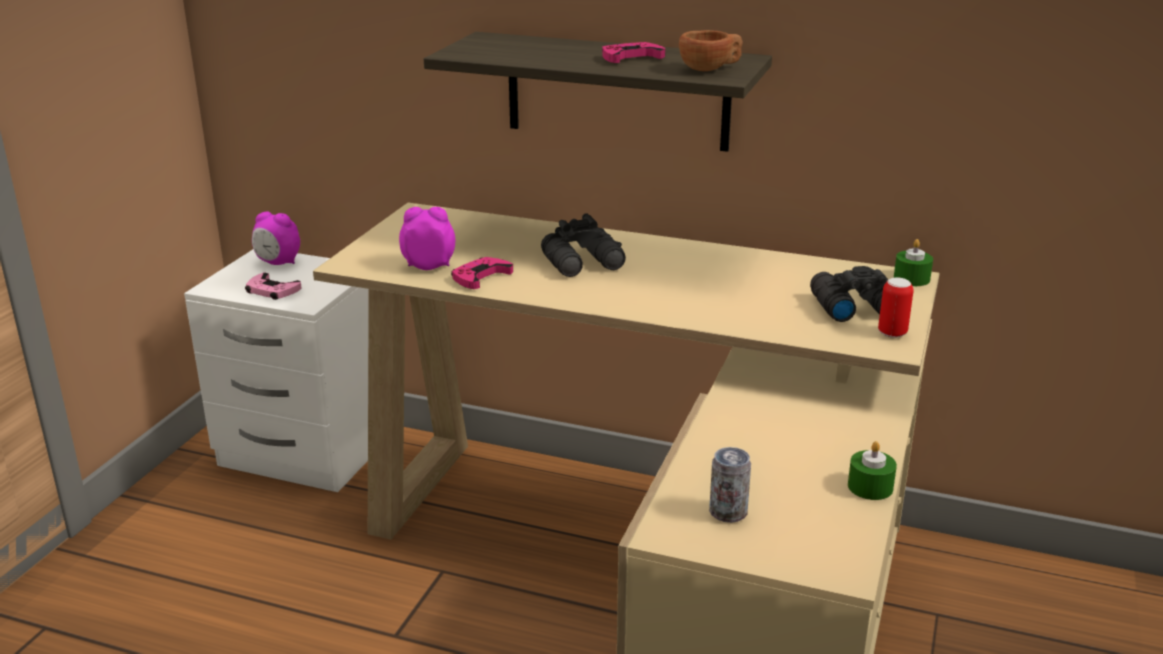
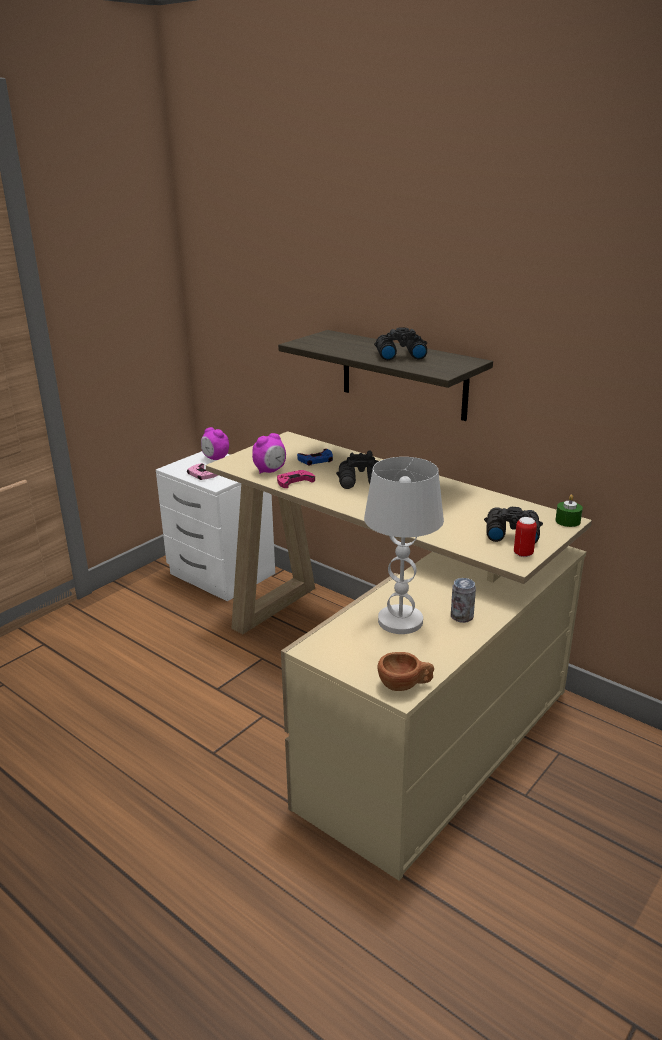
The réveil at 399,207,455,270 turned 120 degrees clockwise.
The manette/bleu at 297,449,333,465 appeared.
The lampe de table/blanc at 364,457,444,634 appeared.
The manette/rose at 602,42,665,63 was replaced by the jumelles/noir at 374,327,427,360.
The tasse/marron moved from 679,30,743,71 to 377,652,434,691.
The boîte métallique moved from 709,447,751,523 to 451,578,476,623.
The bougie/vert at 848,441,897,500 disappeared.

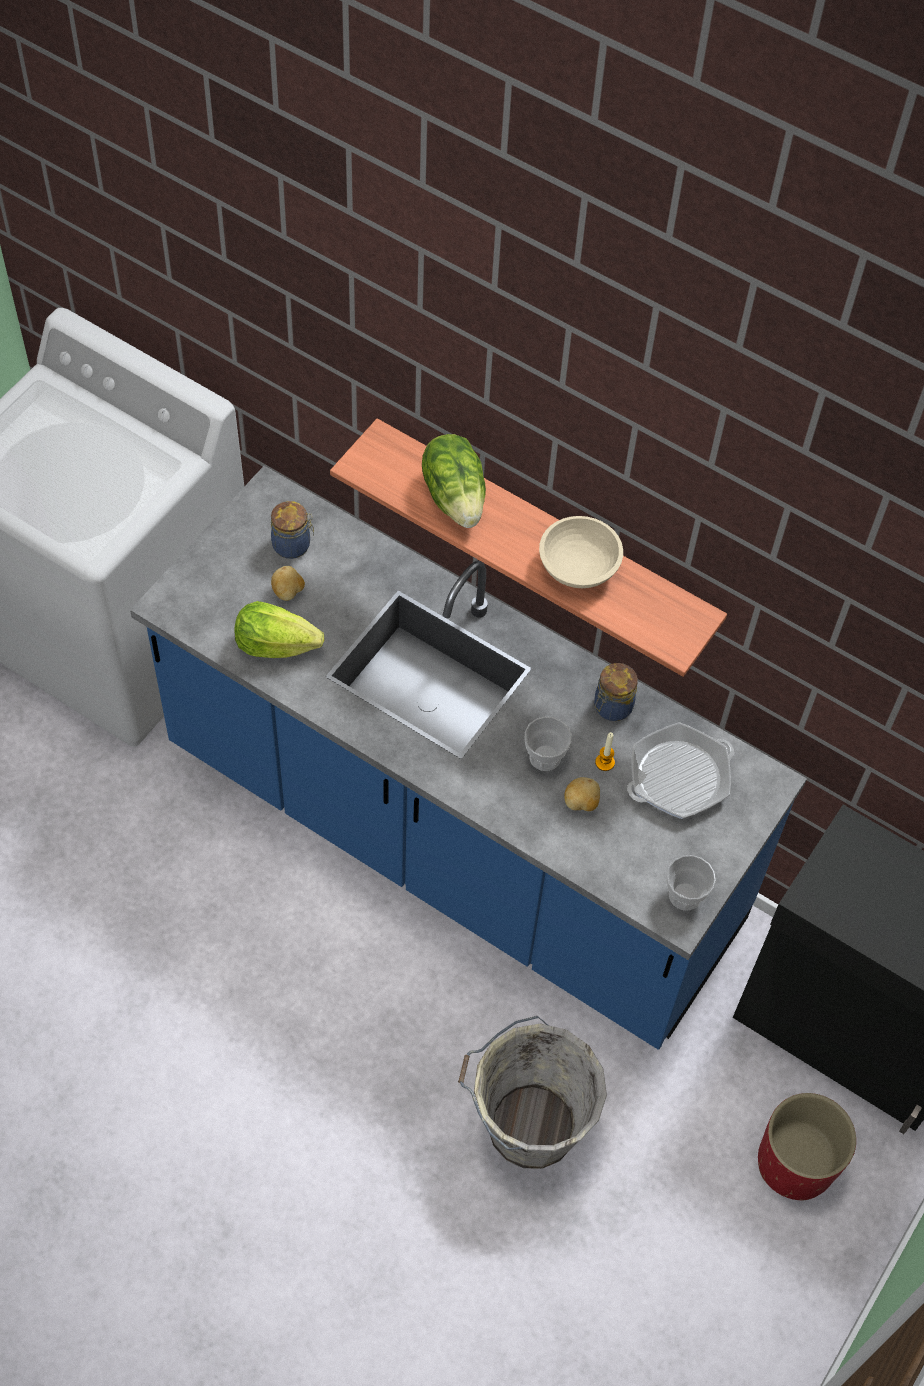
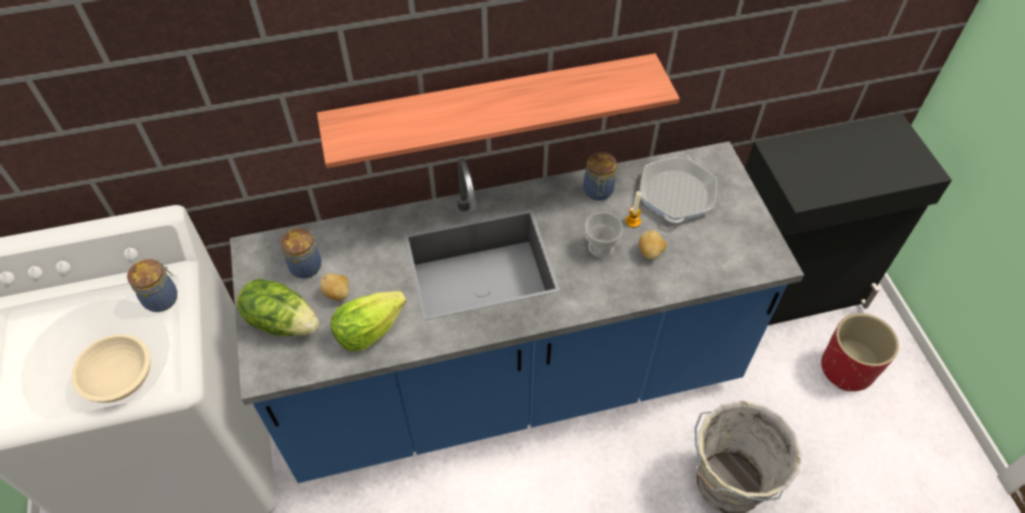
The bol/beige moved from 539,516,623,588 to 71,334,151,403.
The bocal at 127,259,177,312 appeared.
The laitue moved from 422,434,486,528 to 236,278,319,336.
The tasse at 666,855,716,911 disappeared.

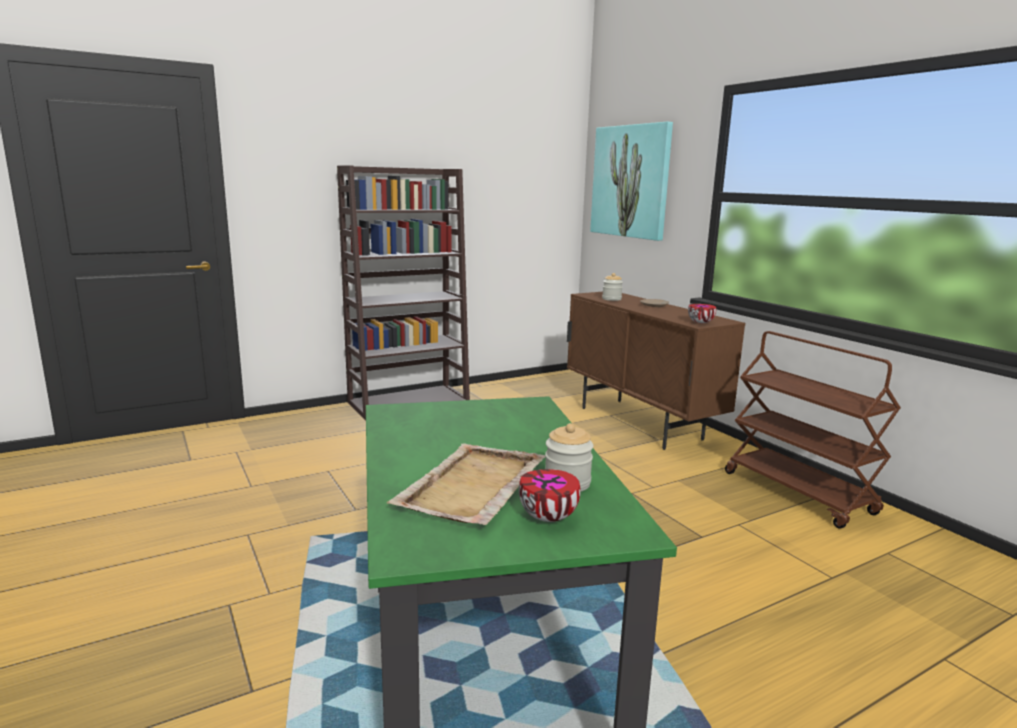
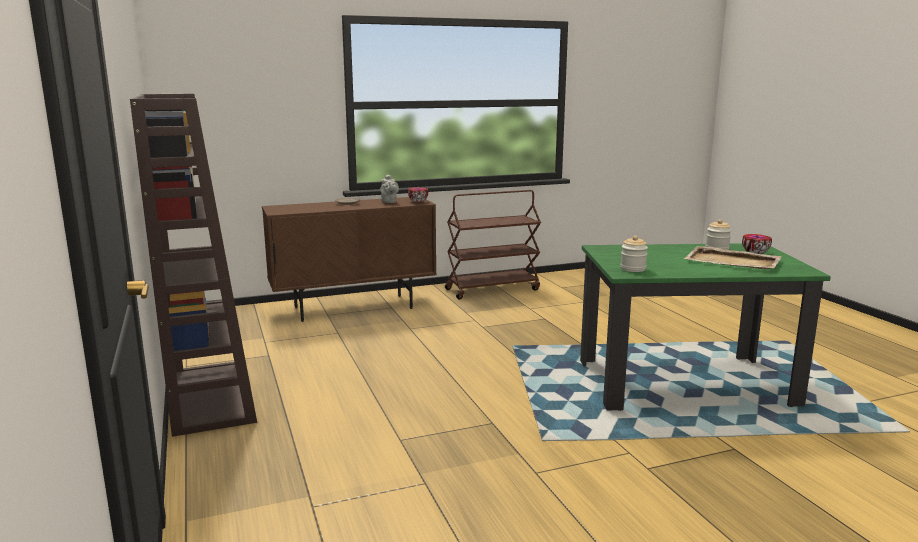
The théière/gris at 380,174,399,203 appeared.
The bocal moved from 602,273,623,301 to 620,236,648,272.
The tableau at 590,122,673,241 disappeared.

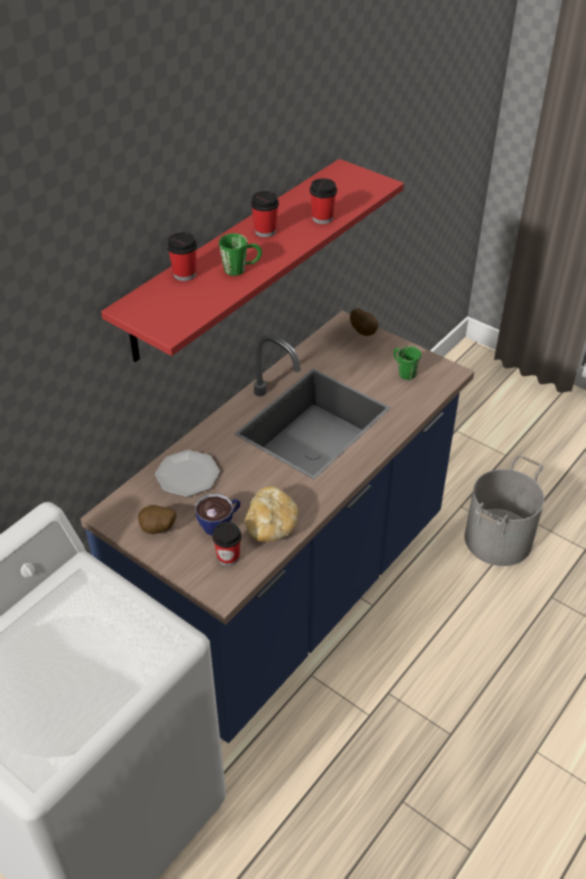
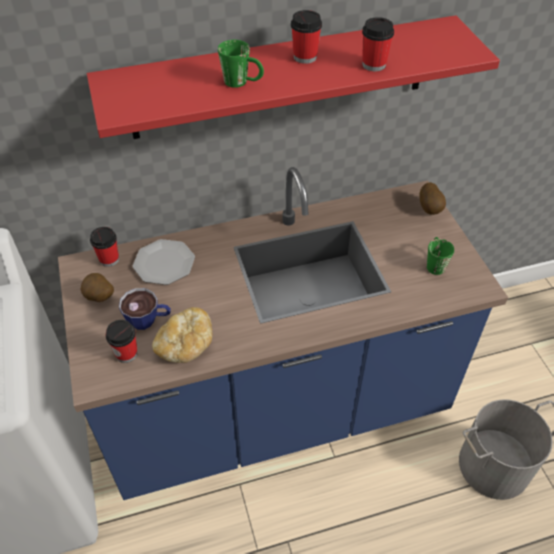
The tasse moved from 167,232,197,281 to 90,227,119,267.

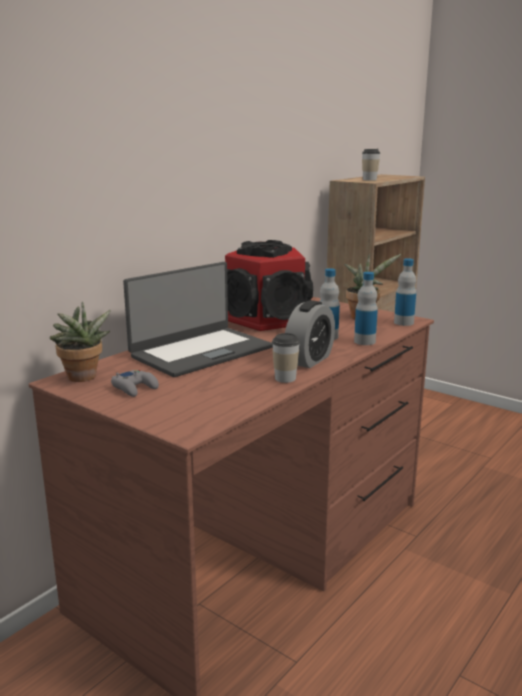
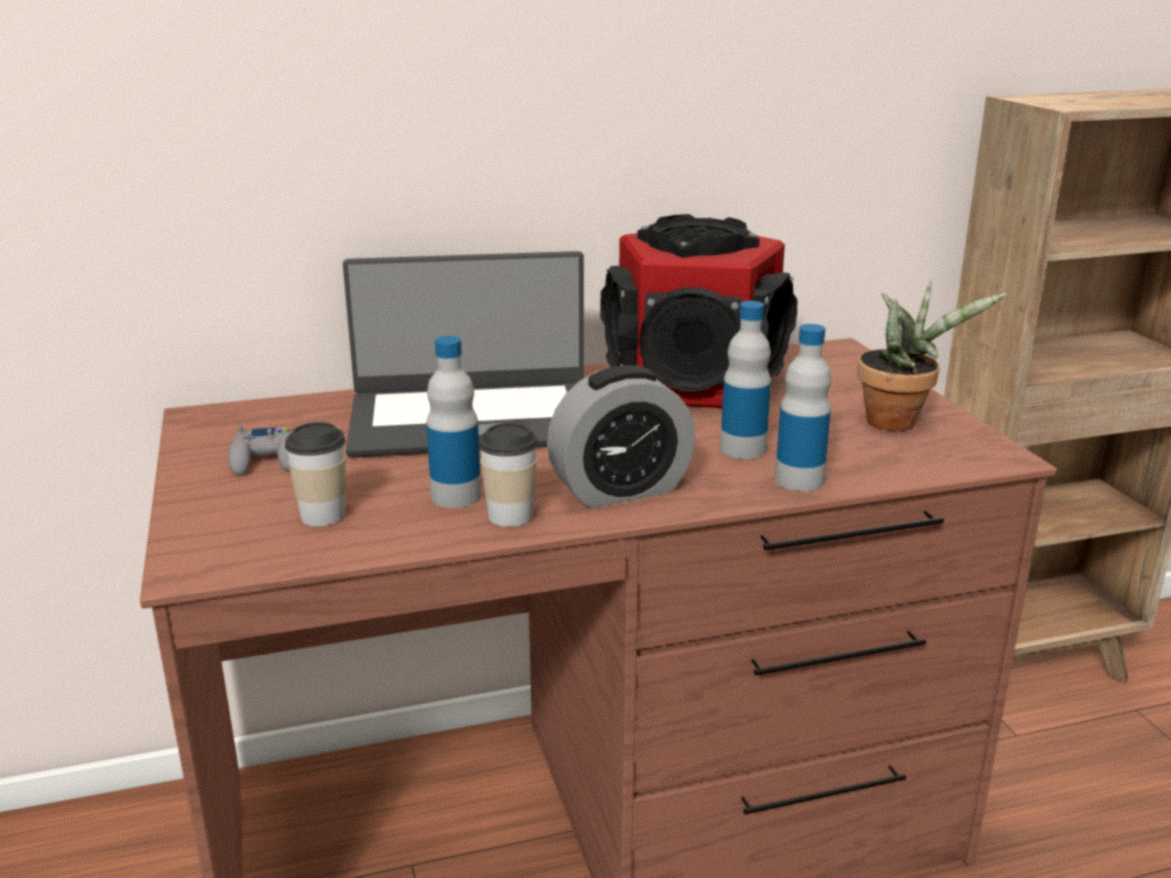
The tasse moved from 362,149,380,181 to 285,422,346,526.
The bouteille moved from 394,258,416,326 to 426,336,481,508.
The plante en pot at 49,301,111,382 disappeared.

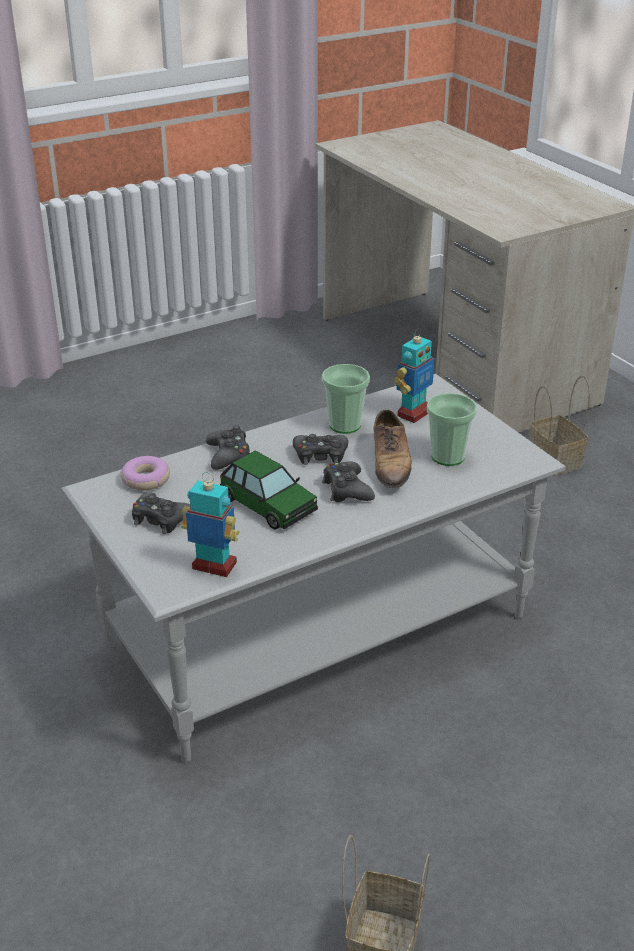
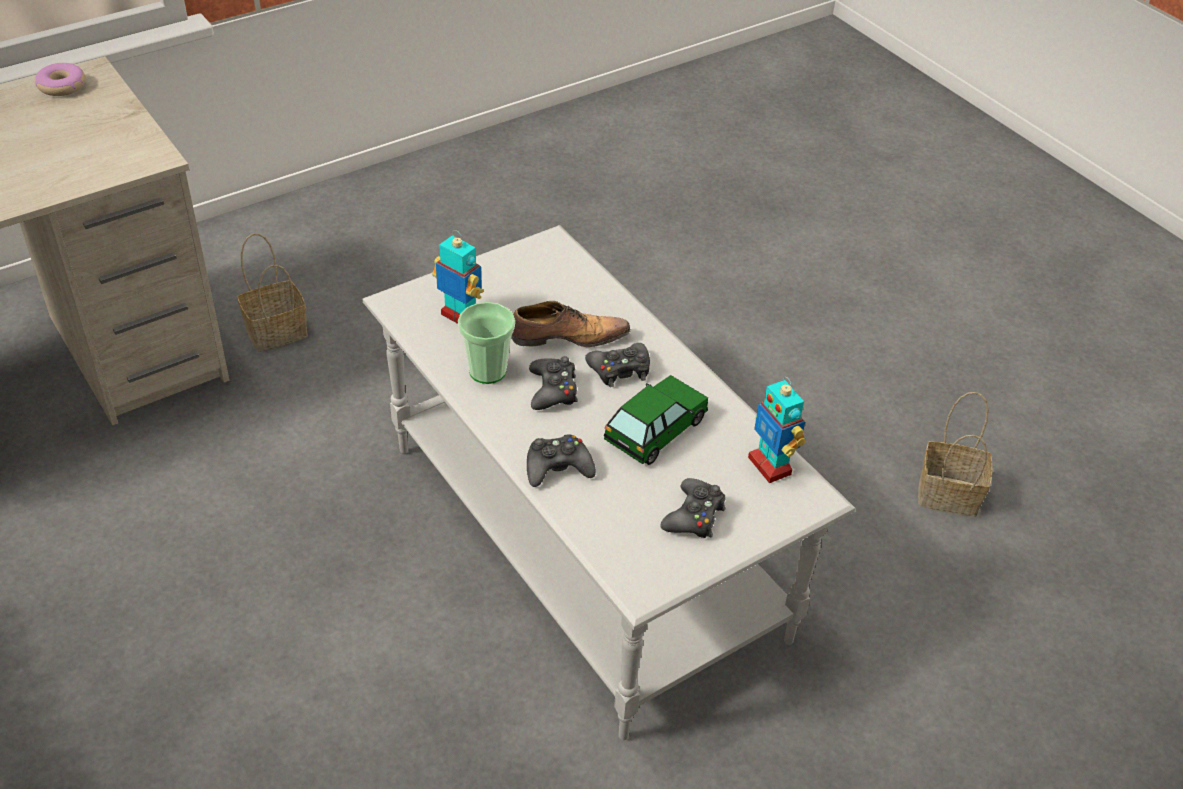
The beignet moved from 121,456,170,491 to 35,63,85,96.
The robot jouet at 181,472,239,577 turned 45 degrees counterclockwise.
The tasse at 427,393,477,466 disappeared.

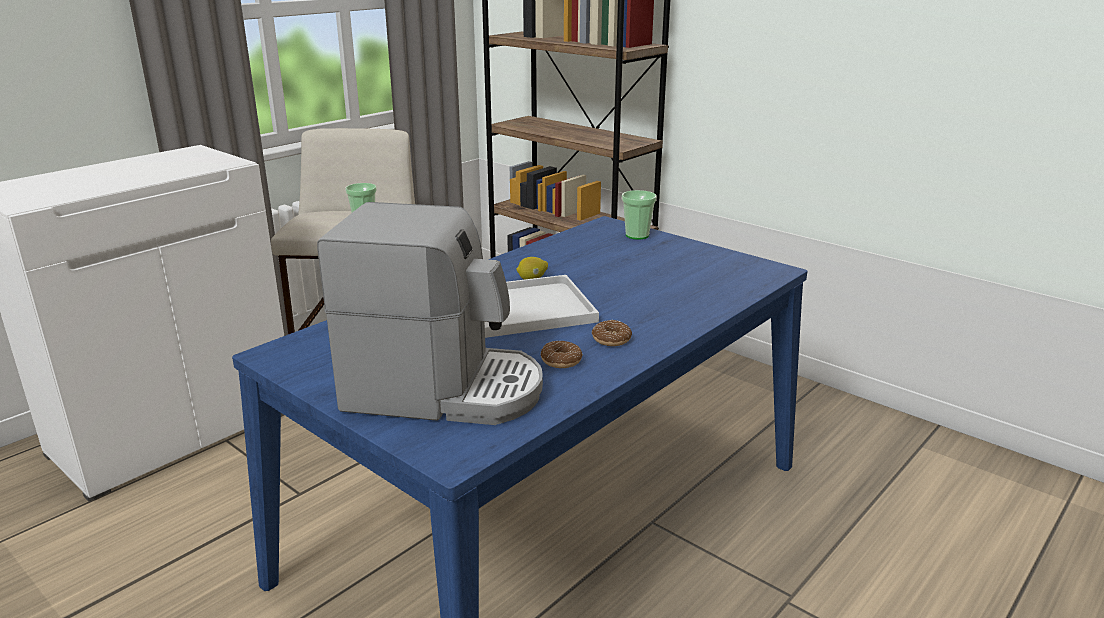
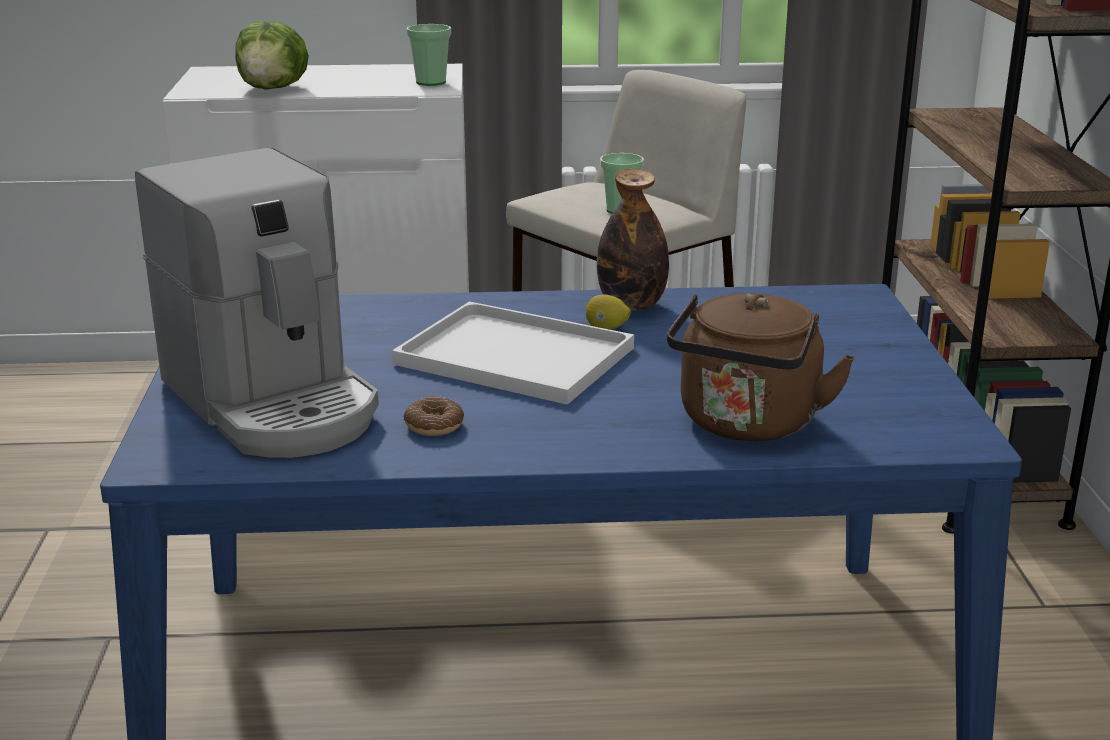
The laitue at 235,20,309,89 appeared.
The tasse moved from 622,190,657,240 to 407,24,451,86.
The bouteille at 597,169,669,311 appeared.
The bouilloire/marron at 667,293,855,441 appeared.
The beignet at 592,320,632,346 disappeared.

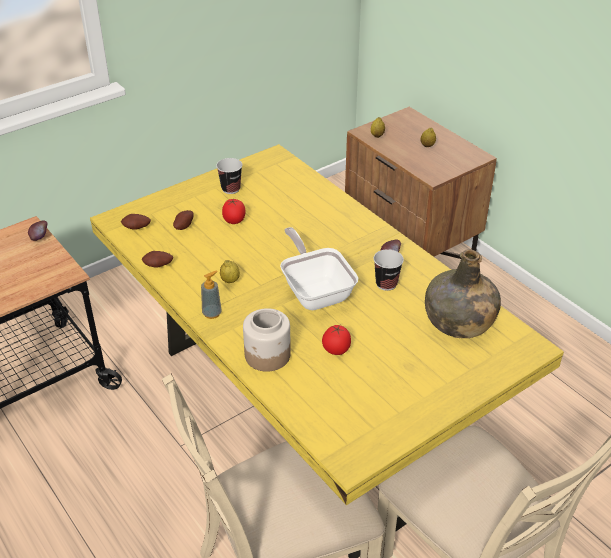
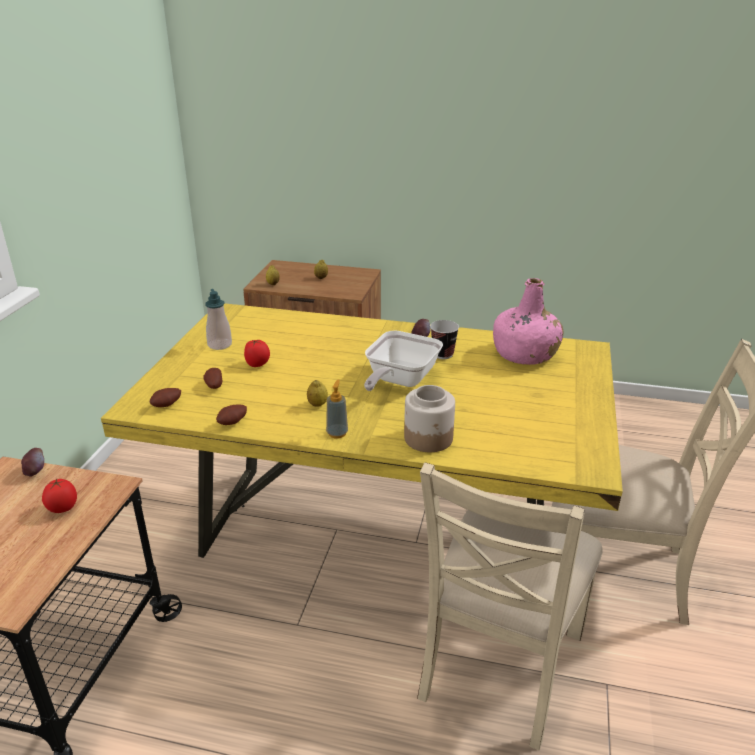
The tomate moved from 322,325,351,355 to 42,478,77,513.
The tasse at 216,158,242,194 was replaced by the distributeur de savon at 205,289,232,350.
The poêle at 280,227,358,310 turned 90 degrees counterclockwise.
The bouteille/vert at 425,249,501,338 became the bouteille/rose at 493,278,564,365.

